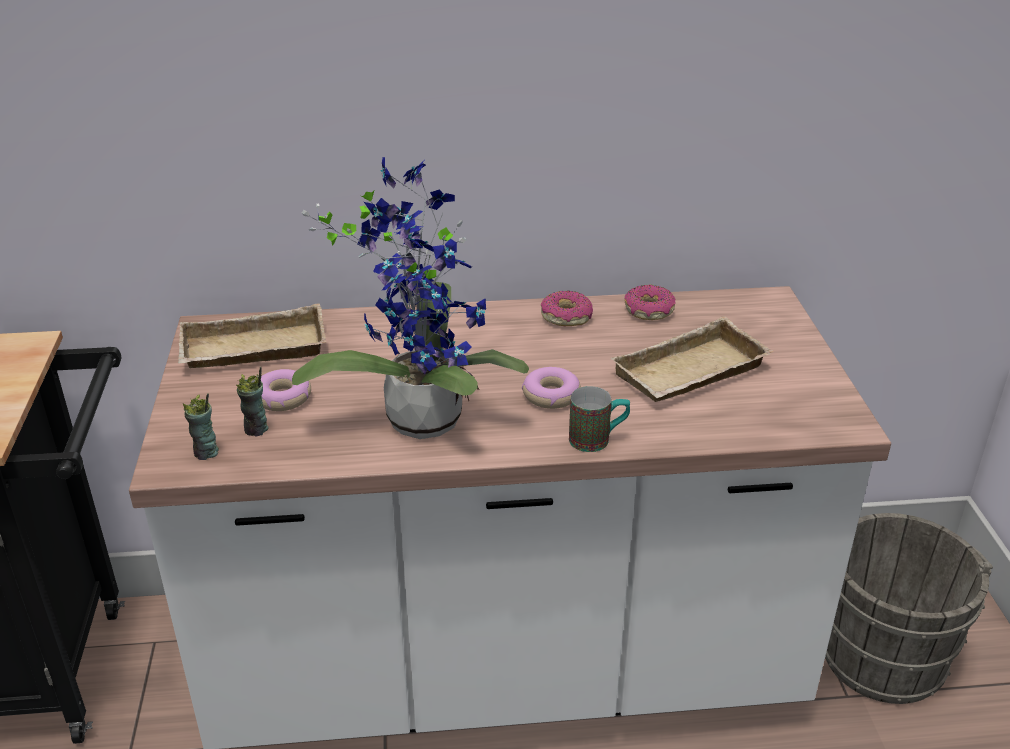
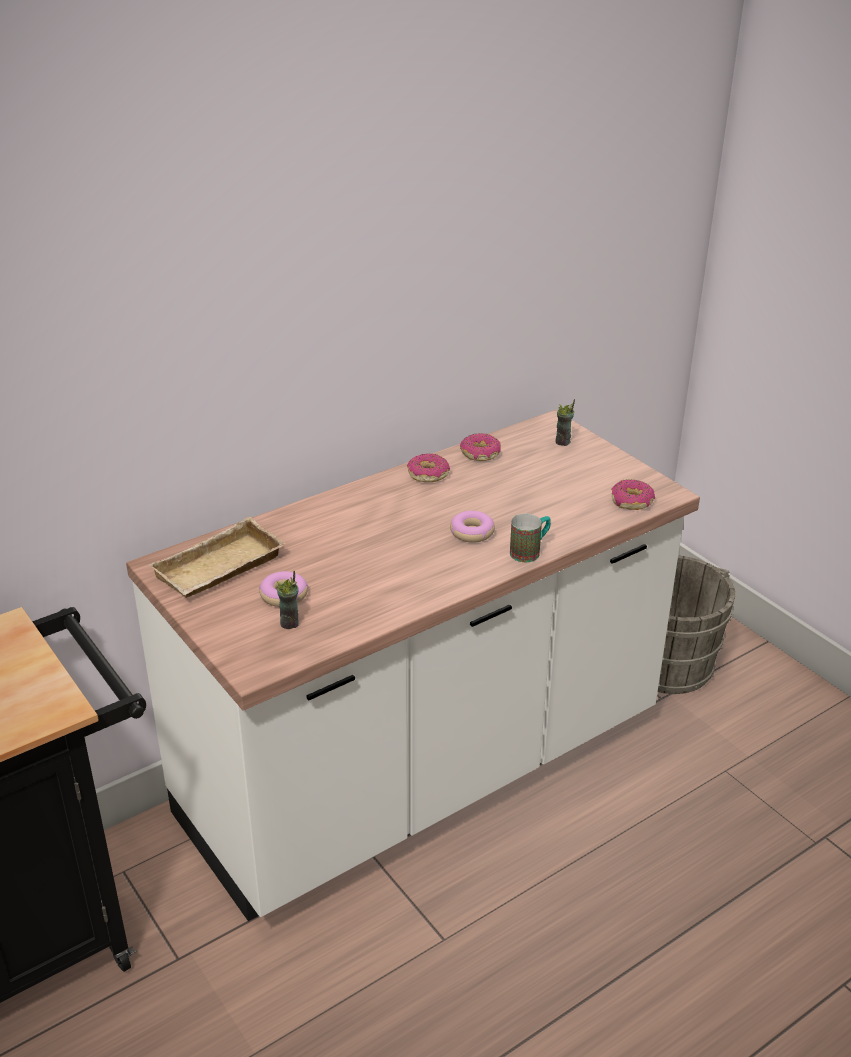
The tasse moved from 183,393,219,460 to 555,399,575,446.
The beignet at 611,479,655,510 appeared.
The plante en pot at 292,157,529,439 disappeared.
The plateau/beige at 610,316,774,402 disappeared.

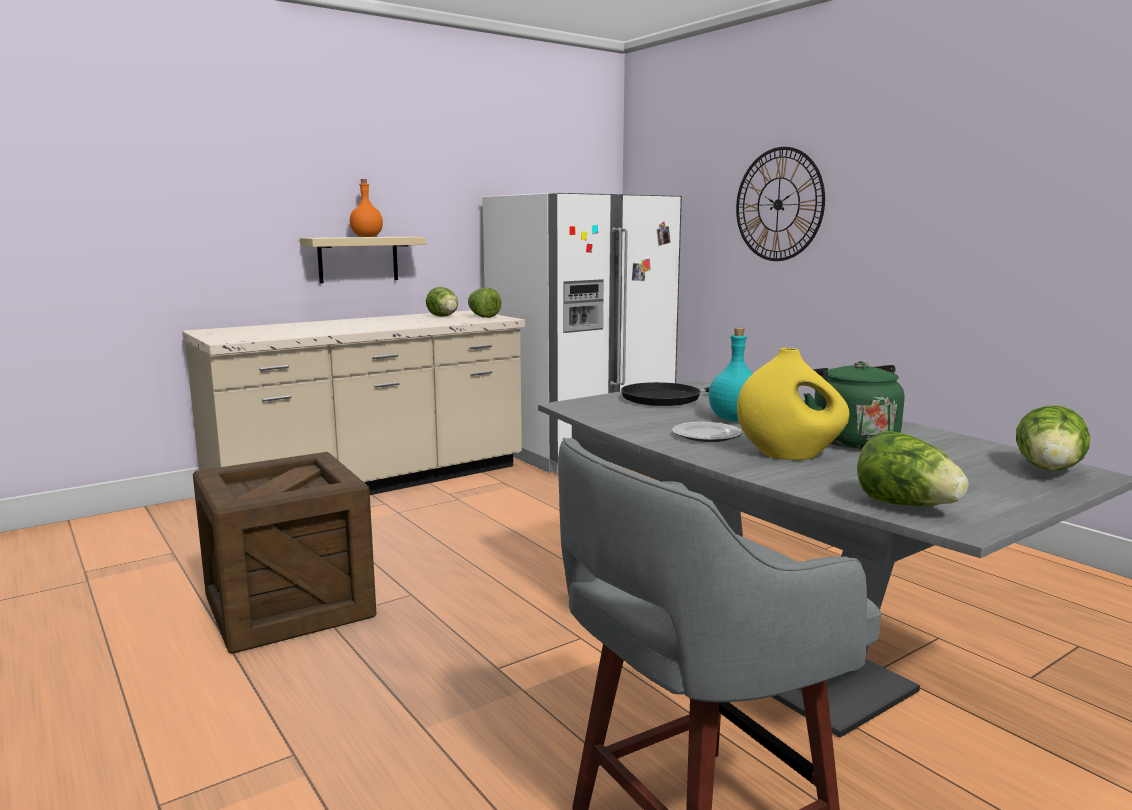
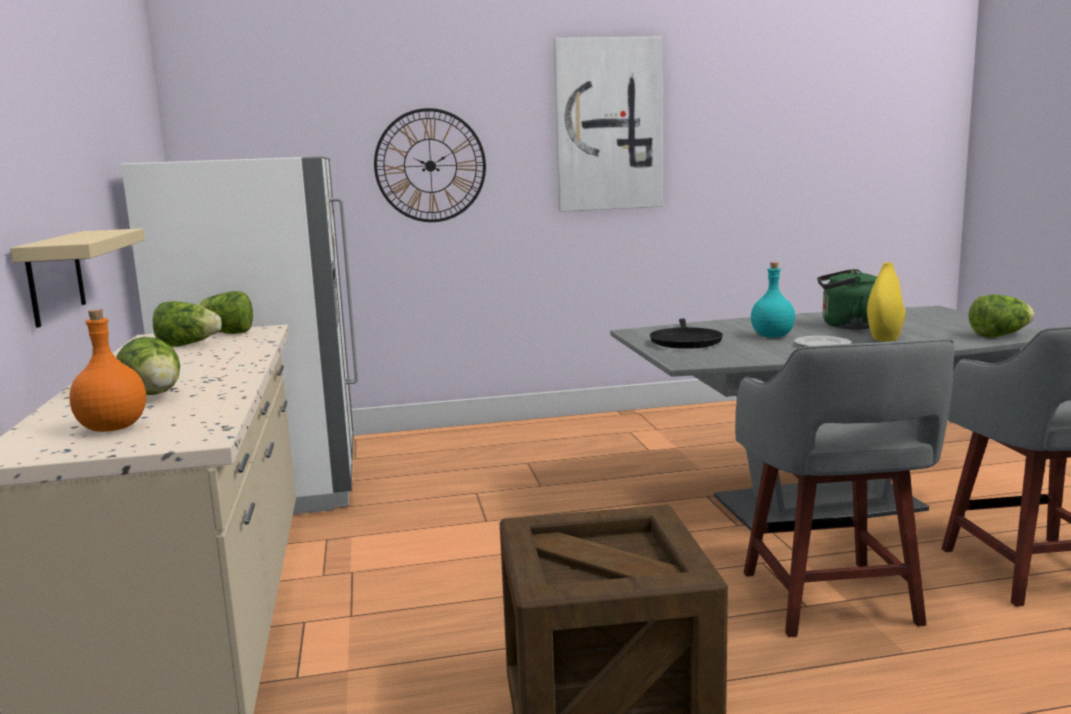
The bouteille/orange moved from 350,179,383,237 to 69,309,146,432.
The laitue moved from 1016,406,1090,471 to 116,337,180,395.
The tableau at 553,37,663,212 appeared.
The tabouret/gris at 735,339,954,637 appeared.

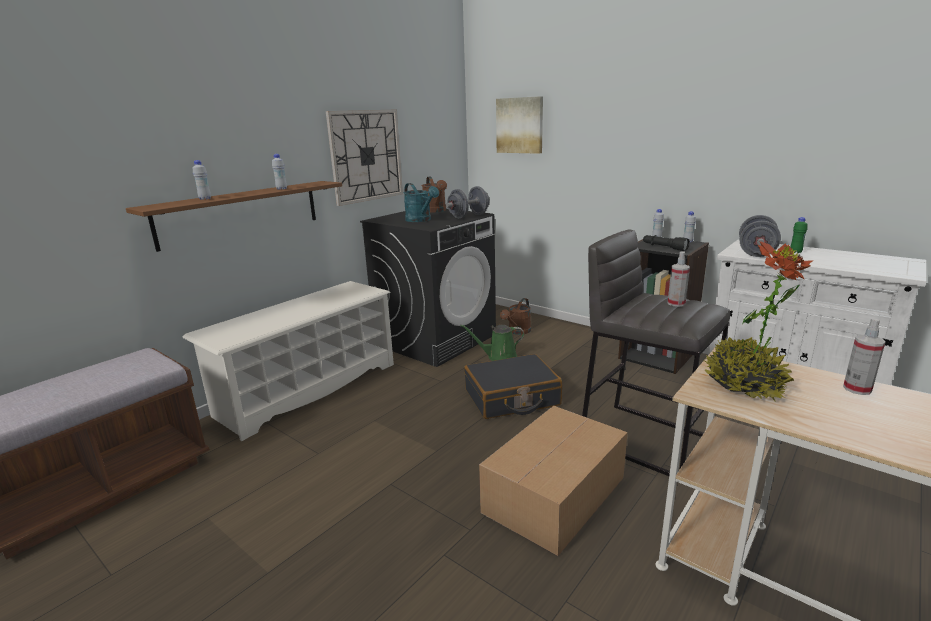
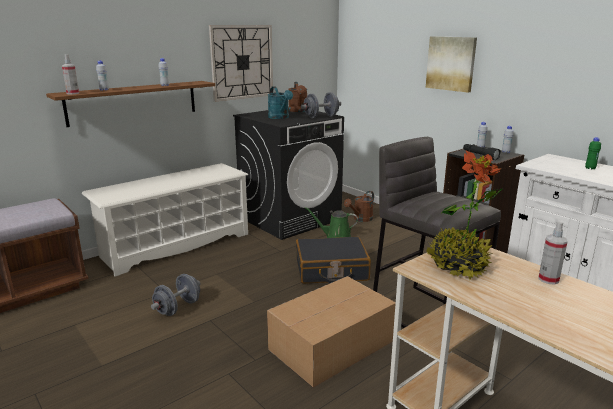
The vaporisateur moved from 668,251,690,307 to 62,54,79,94.
The haltère/gris moved from 739,215,781,257 to 151,274,200,316.
The tableau moved from 496,96,543,154 to 426,36,477,93.

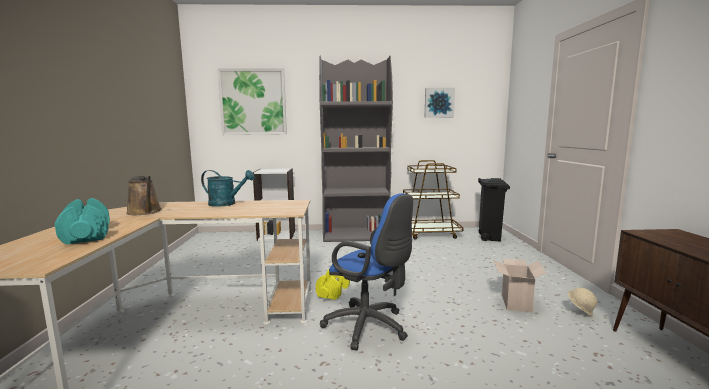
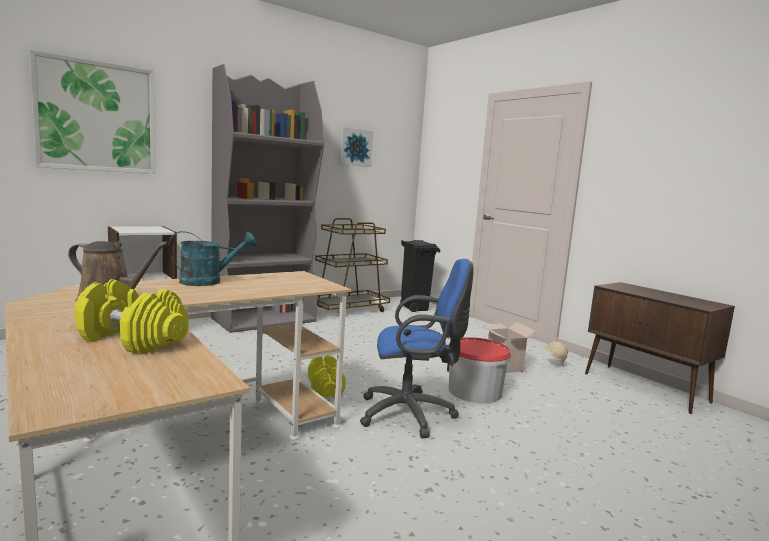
The haltère/turquoise at 55,198,110,245 became the haltère/jaune at 75,279,189,354.
The seau at 449,337,511,403 appeared.

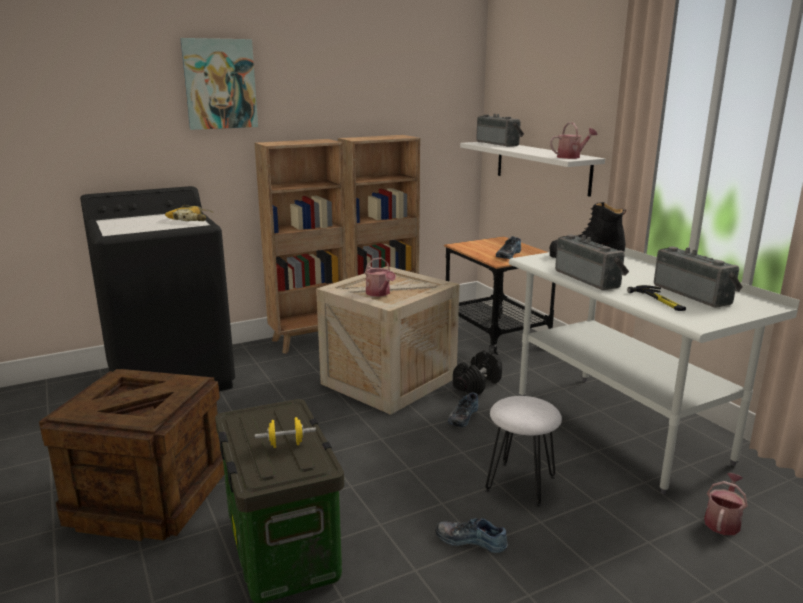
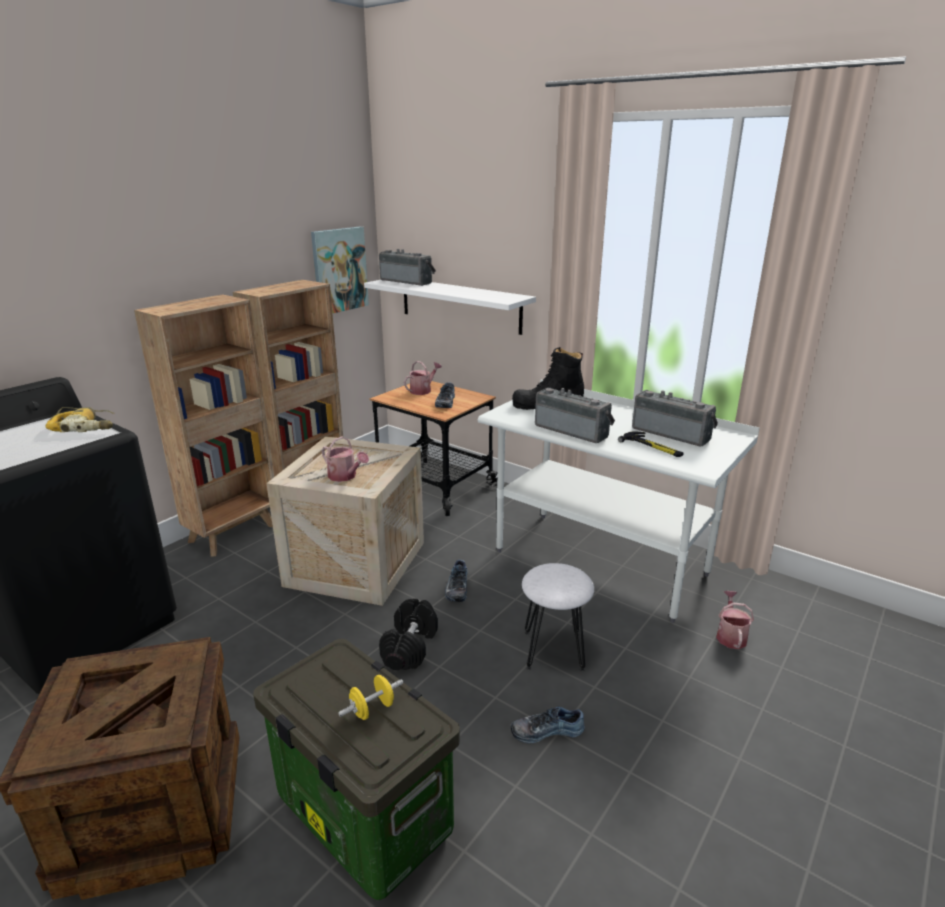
The tableau moved from 180,38,258,130 to 311,227,369,314.
The haltère/noir moved from 453,350,502,395 to 379,599,438,670.
The arrosoir moved from 550,122,598,159 to 404,361,442,395.

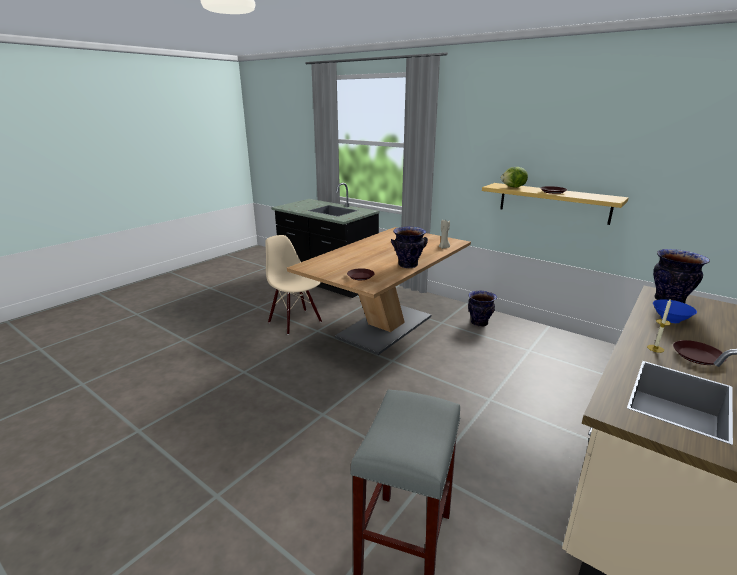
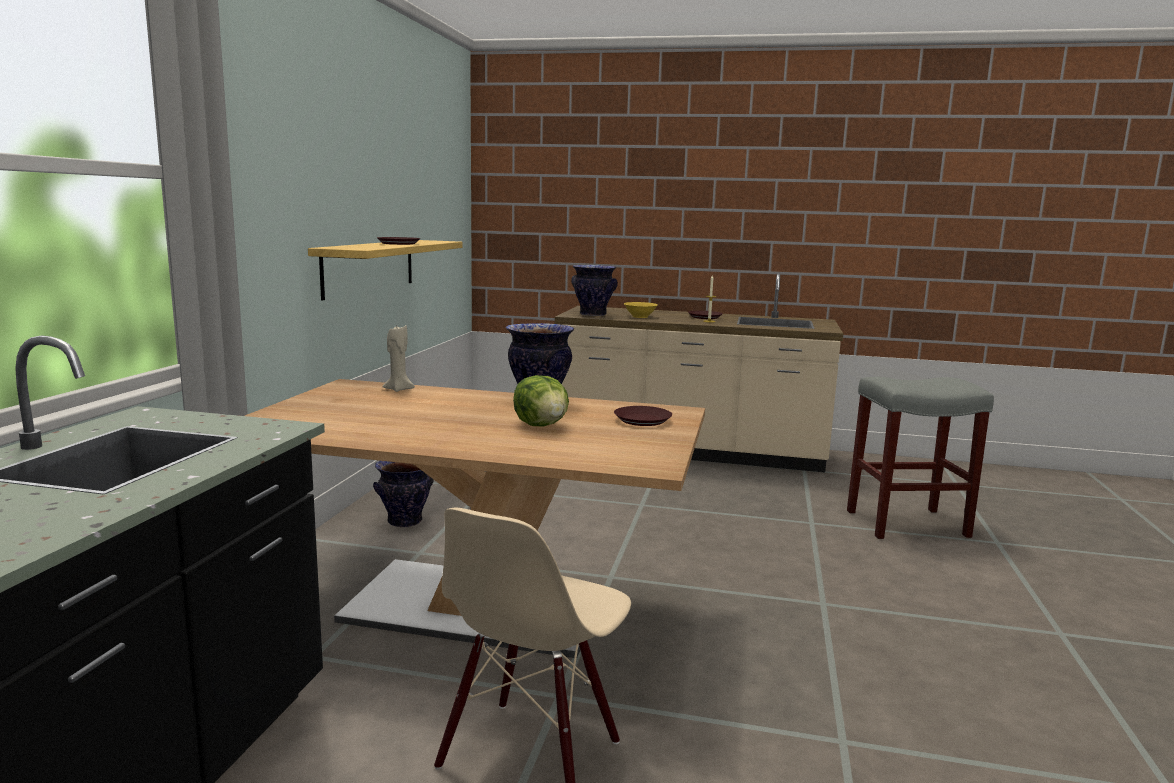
The laitue moved from 501,167,528,188 to 513,375,569,426.
The bol/bleu at 653,299,697,323 became the bol/jaune at 624,302,658,318.

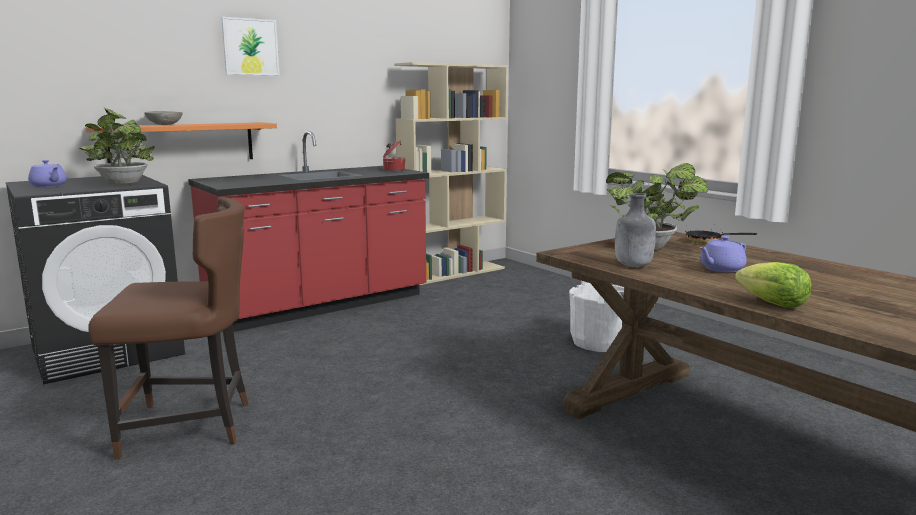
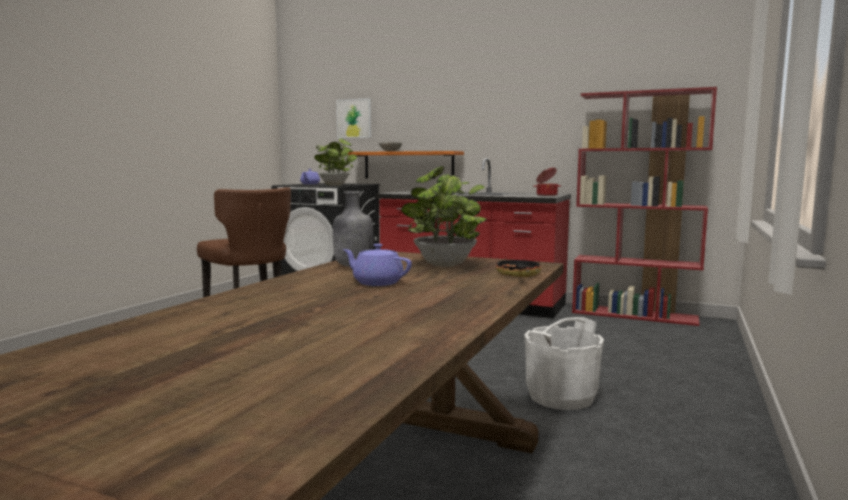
The tableau moved from 221,17,279,75 to 337,98,371,138.
The bibliothèque/beige at 394,62,508,285 became the bibliothèque/rouge at 572,87,717,326.
The laitue at 735,262,811,308 disappeared.

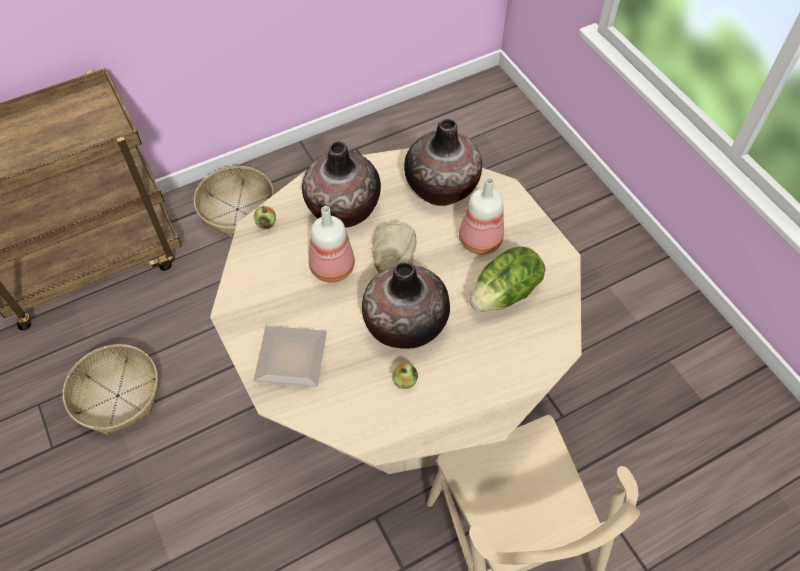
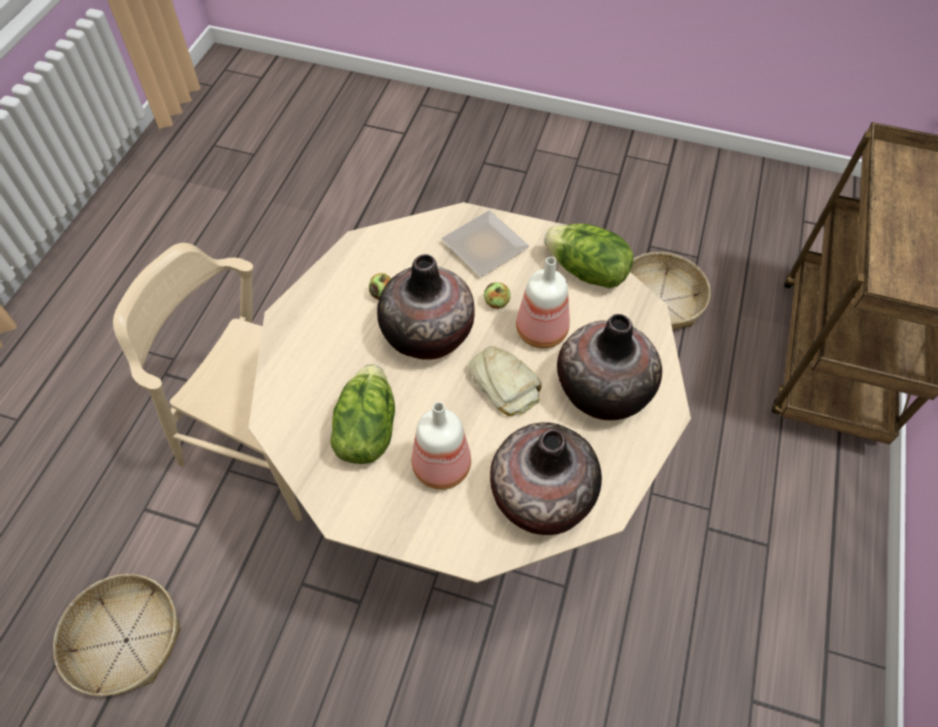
The panier moved from 194,166,274,238 to 53,574,181,696.
The pomme moved from 254,206,276,229 to 484,282,511,309.
The laitue at 544,224,633,288 appeared.

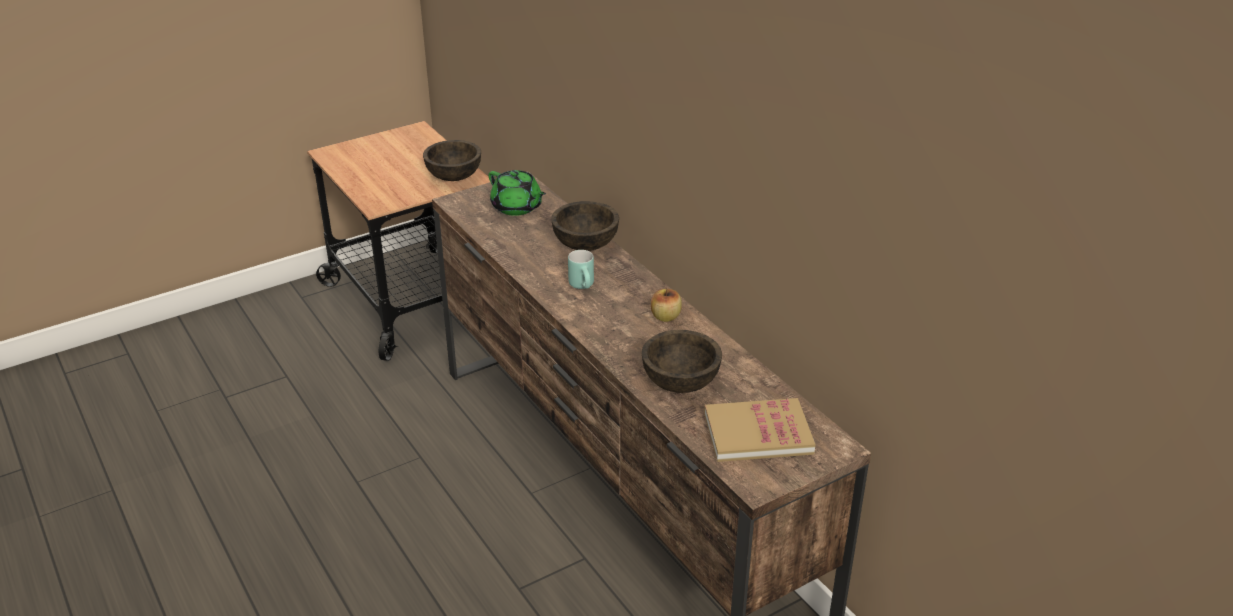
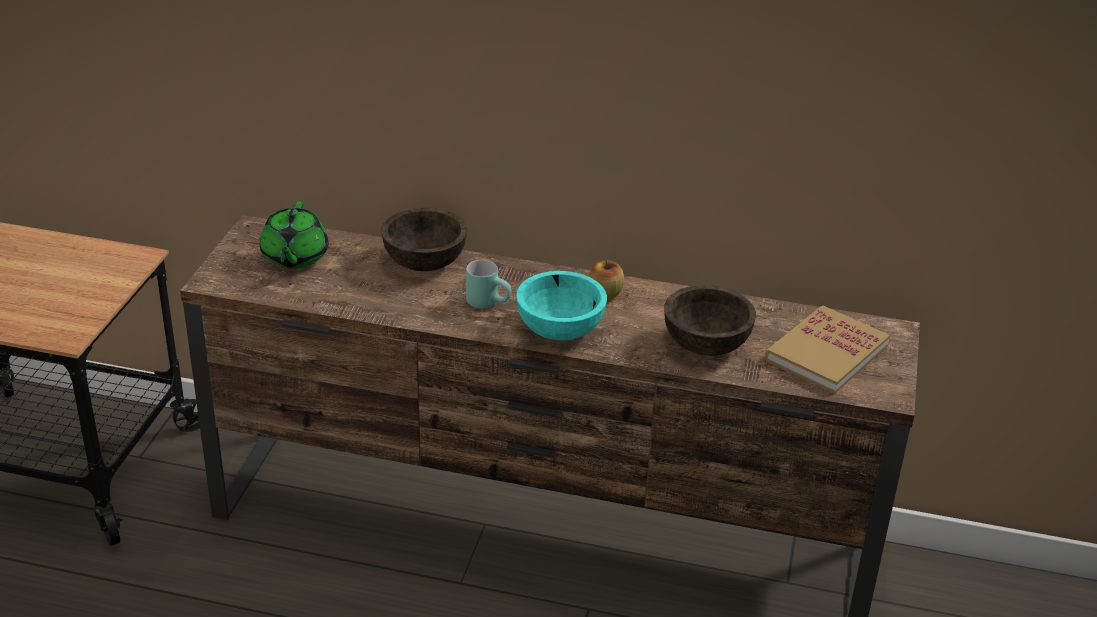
The théière/vert at 489,170,546,216 turned 90 degrees clockwise.
The bol/turquoise at 516,271,607,340 appeared.
The bol/marron at 423,140,481,181 disappeared.

